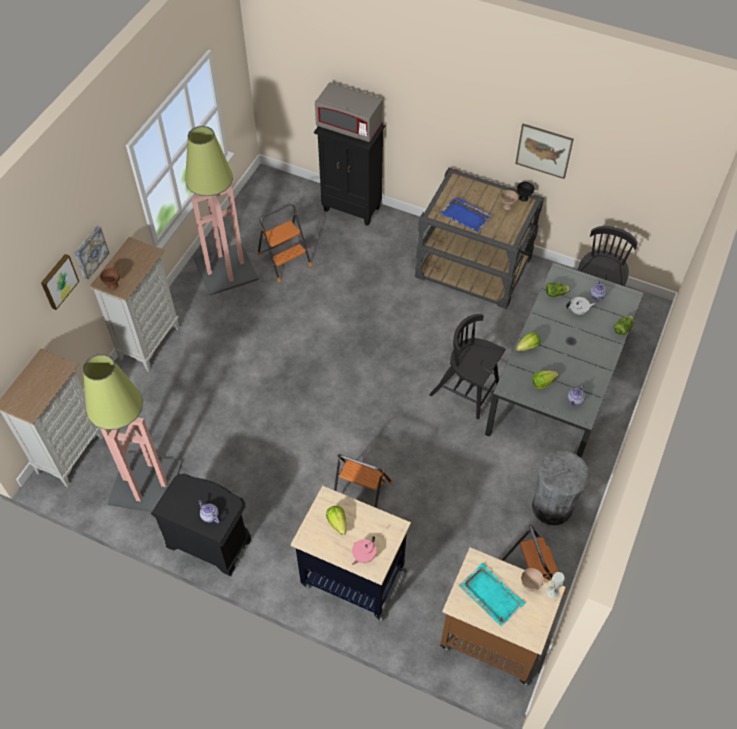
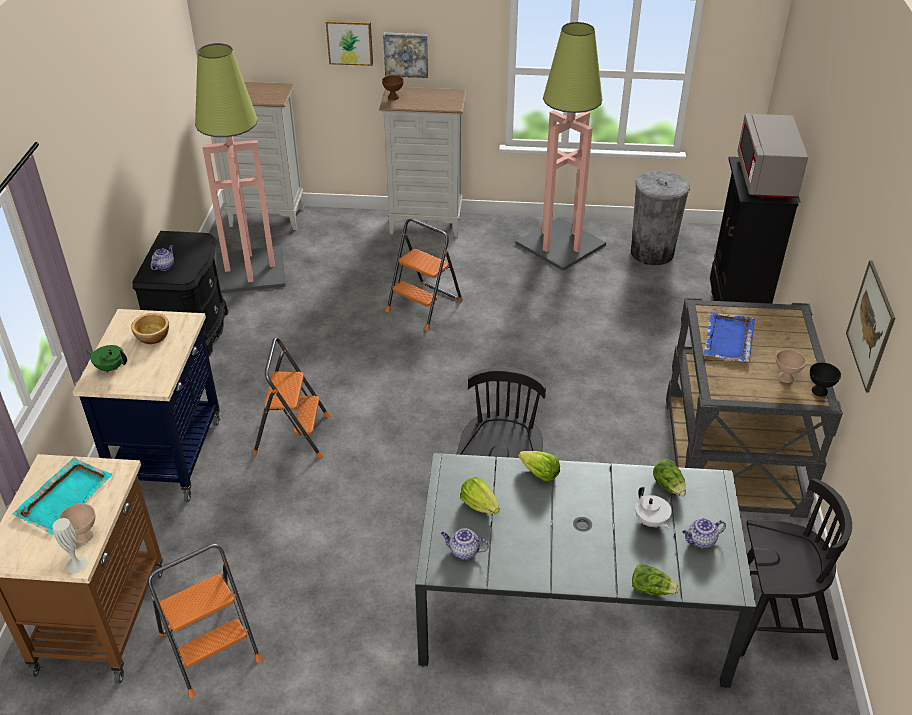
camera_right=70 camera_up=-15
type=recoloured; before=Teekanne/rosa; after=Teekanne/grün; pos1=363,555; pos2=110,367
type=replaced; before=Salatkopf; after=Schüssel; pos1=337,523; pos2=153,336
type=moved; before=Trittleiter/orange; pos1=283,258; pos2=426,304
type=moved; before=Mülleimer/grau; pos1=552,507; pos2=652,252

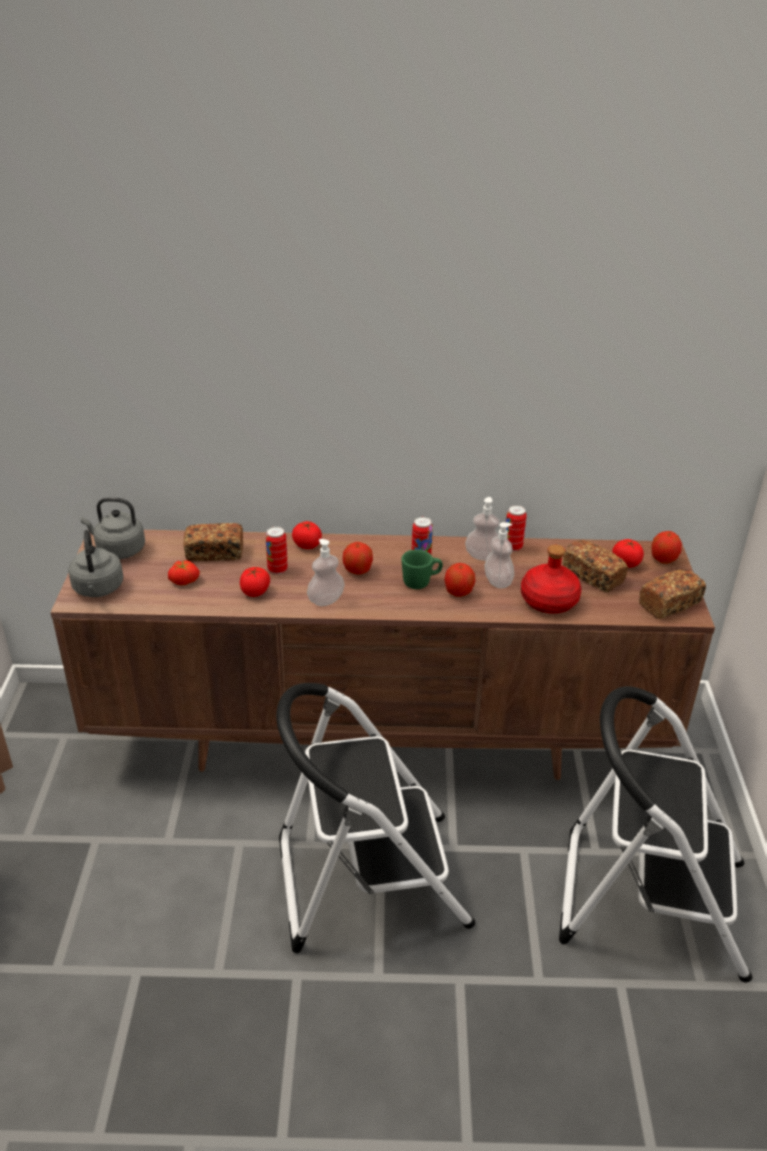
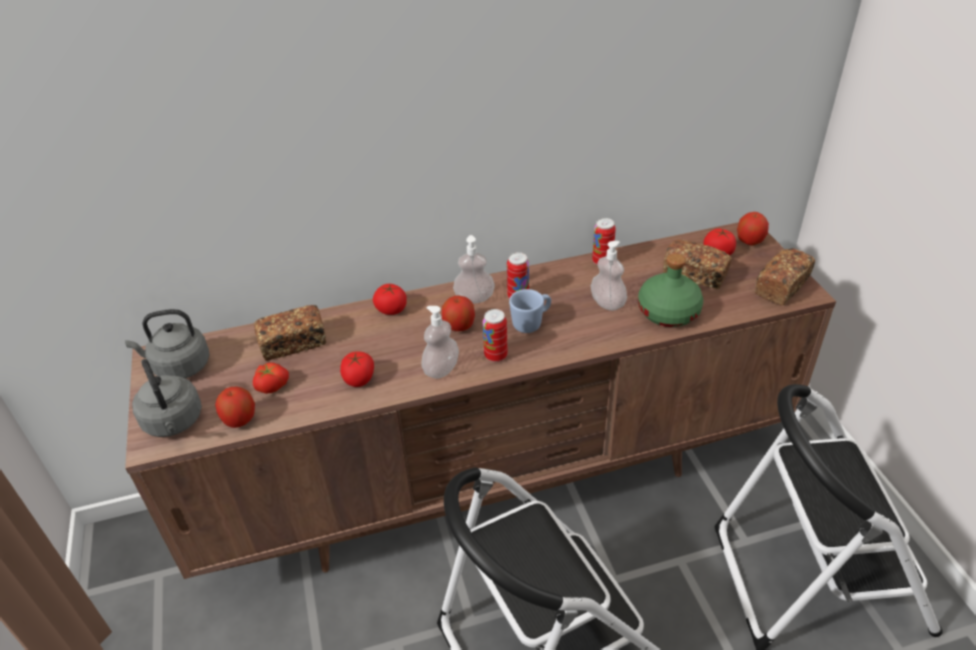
camera_right=-15 camera_up=5
type=moved; before=Apfel; pos1=458,592; pos2=240,420
type=moved; before=Seifenspender; pos1=483,556; pos2=474,298
type=moved; before=Dose; pos1=277,569; pos2=495,356
type=recoloured; before=Henkelbecher/grün; after=Henkelbecher/blau; pos1=421,582; pos2=531,323
type=recoloured; before=Flasche/rot; after=Flasche/grün; pos1=549,601; pos2=669,312

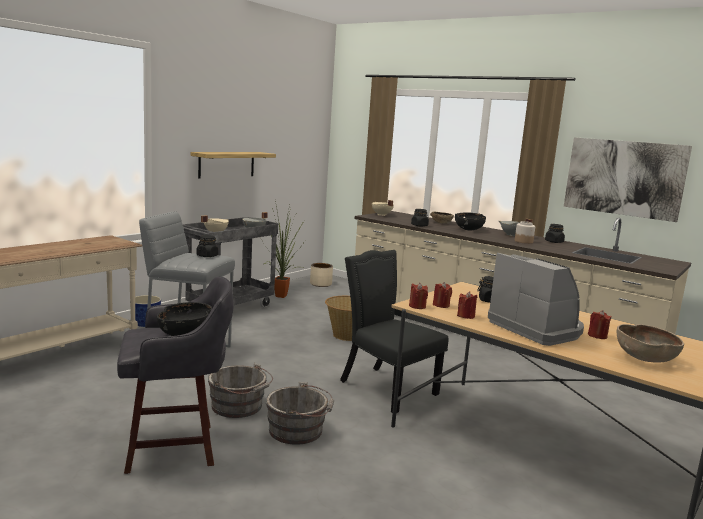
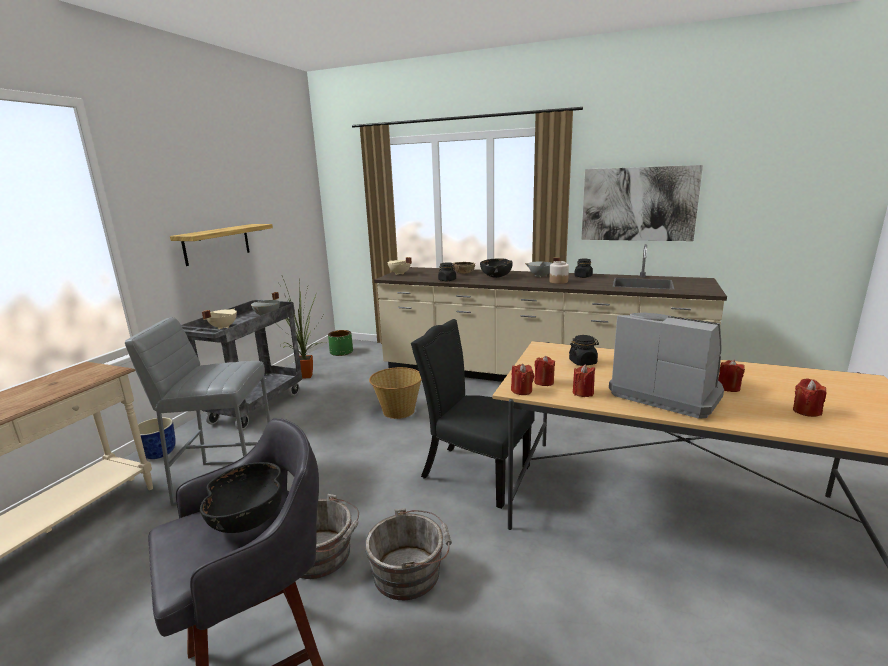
camera_right=-15 camera_up=5
type=recoloured; before=Pflanzkübel/beige; after=Pflanzkübel/grün; pos1=320,284; pos2=341,352
type=replaced; before=Schüssel/braun; after=Kerze/rot; pos1=644,359; pos2=806,411
type=removed; before=Vorratsglas/schwarz; pos1=207,256

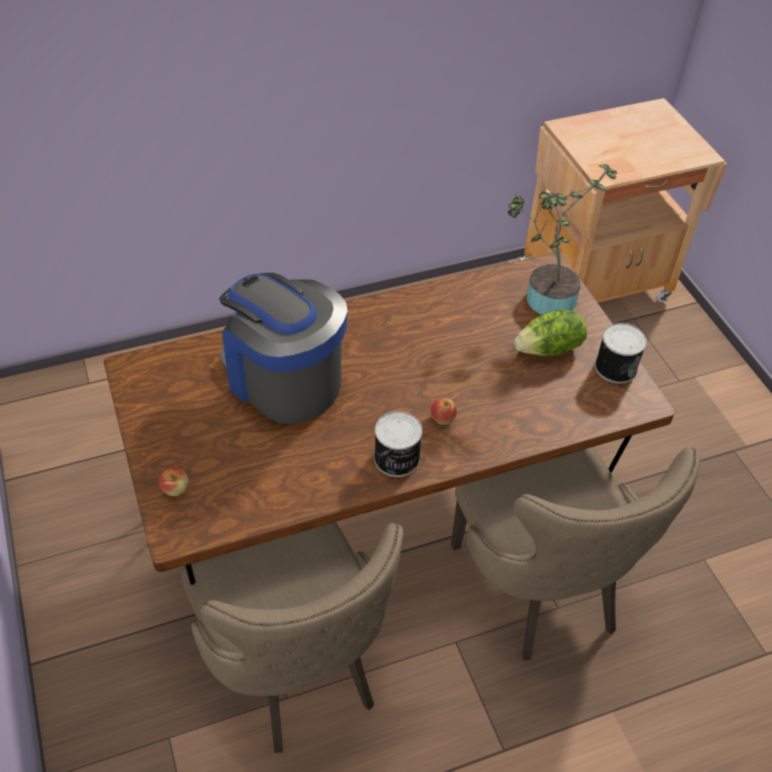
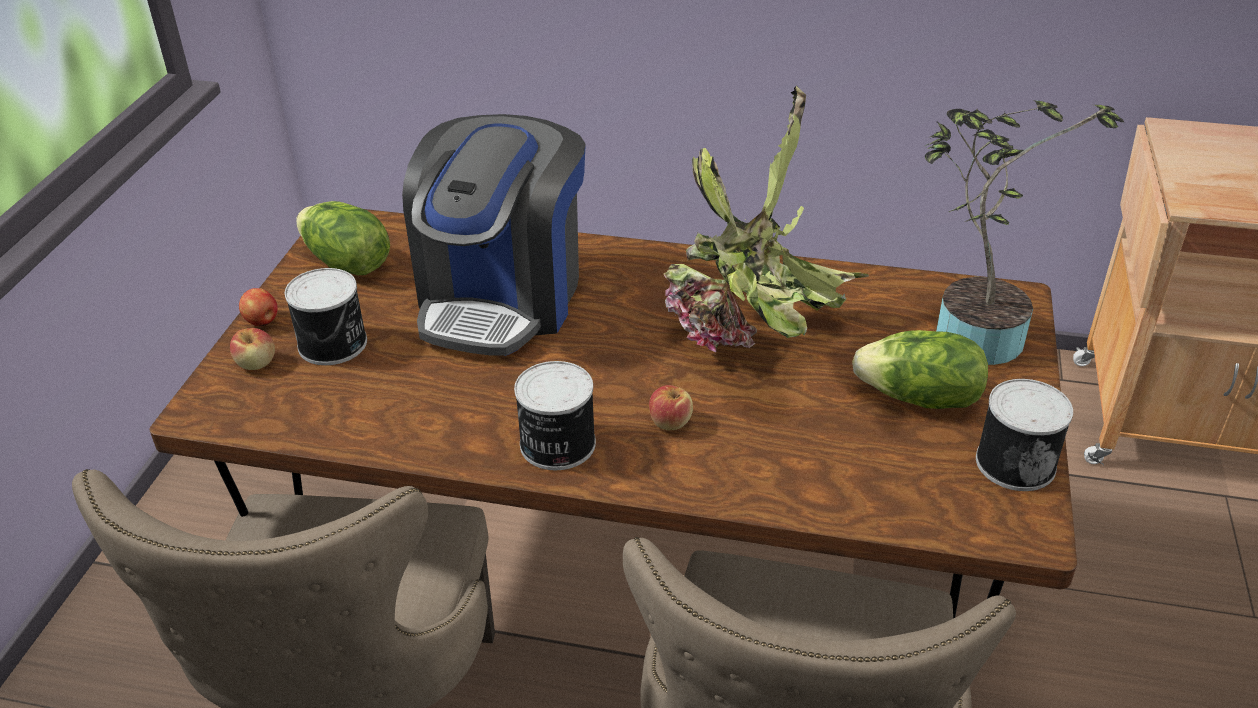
camera_right=35 camera_up=-10
type=added; after=Apfel; pos2=262,321
type=added; after=Dose; pos2=334,344
type=added; after=Salatkopf; pos2=346,264
type=turned; before=Kaffeemaschine; pos1=283,379; pos2=502,297; turn=-150
type=added; after=Topfpflanze; pos2=755,338

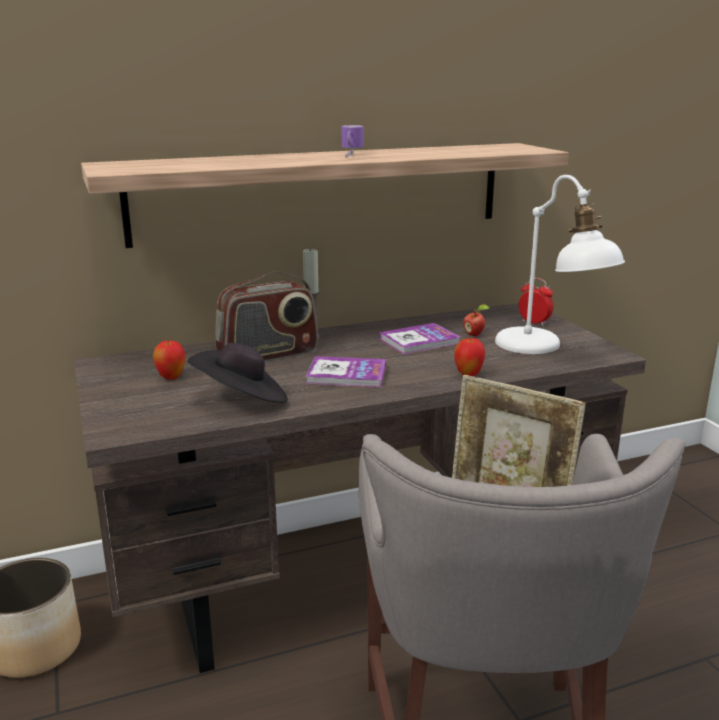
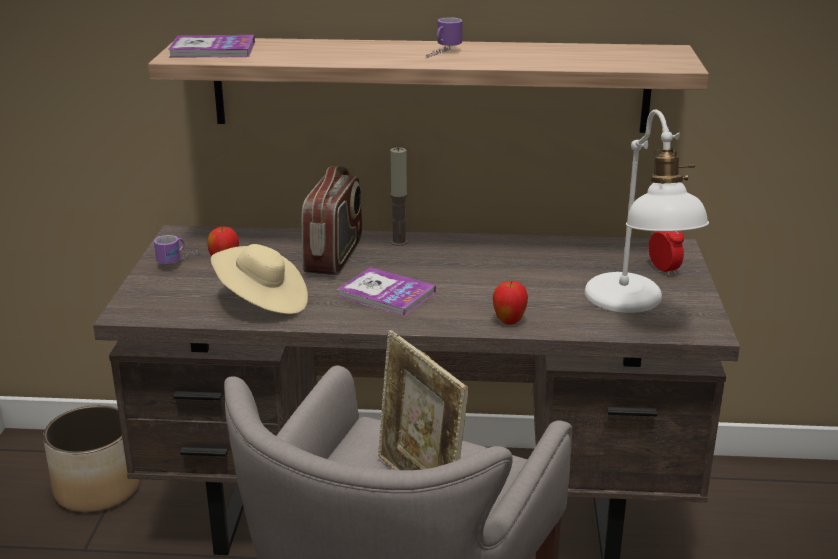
camera_right=25 camera_up=5
type=added; after=Henkelbecher; pos2=180,261
type=moved; before=Buch; pos1=419,341; pos2=212,50
type=recoloured; before=Hut/schwarz; after=Hut/beige; pos1=241,400; pos2=262,302
type=turned; before=Radio; pos1=268,355; pos2=335,256; turn=-75
type=removed; before=Apfel; pos1=475,335

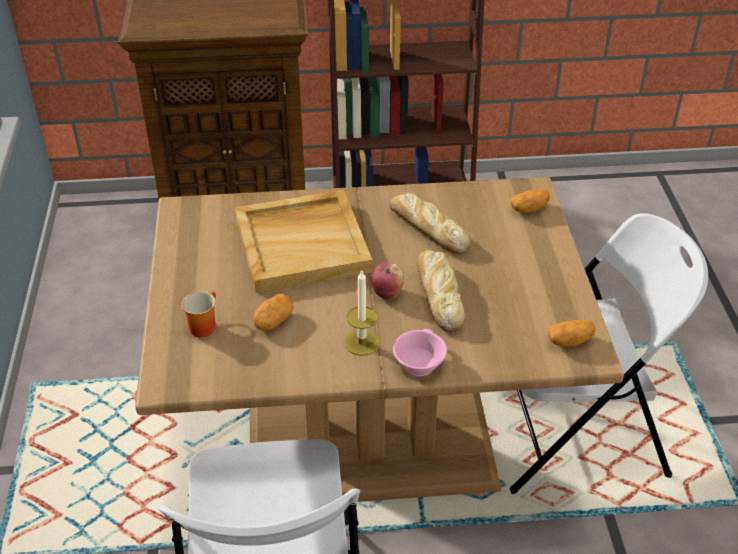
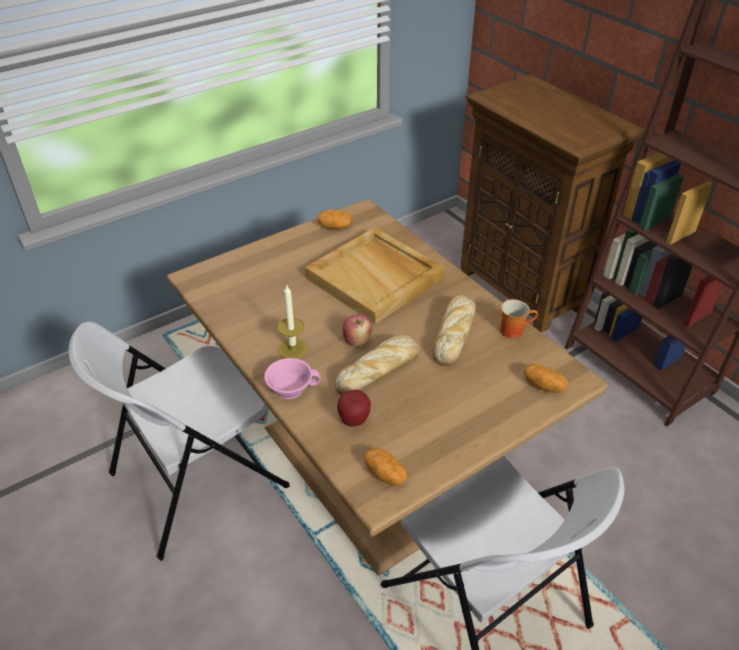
camera_right=60 camera_up=0
type=moved; before=Kartoffel; pos1=273,321; pos2=335,227
type=added; after=Apfel; pos2=354,421
type=moved; before=Henkelbecher; pos1=202,325; pos2=513,329

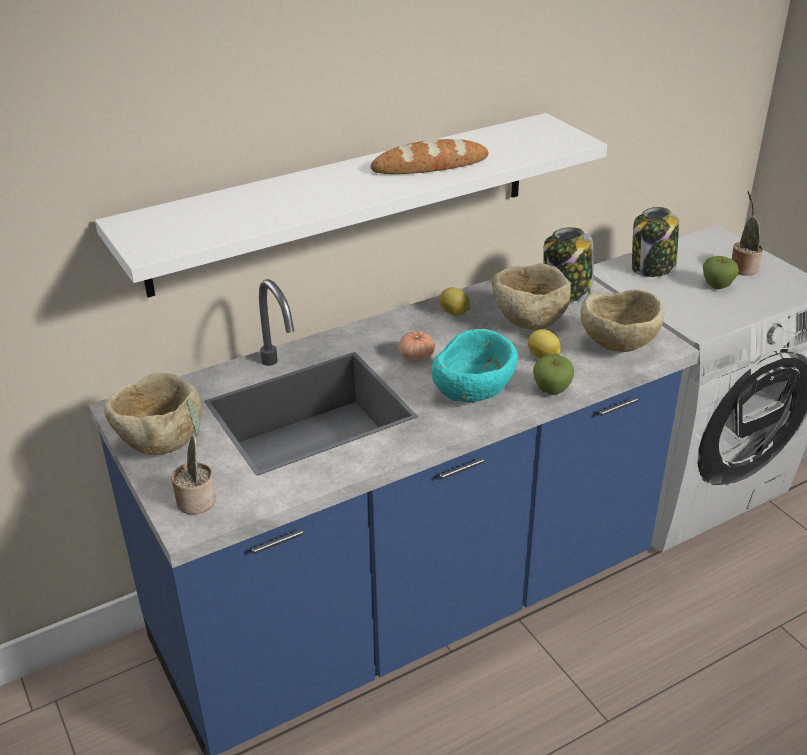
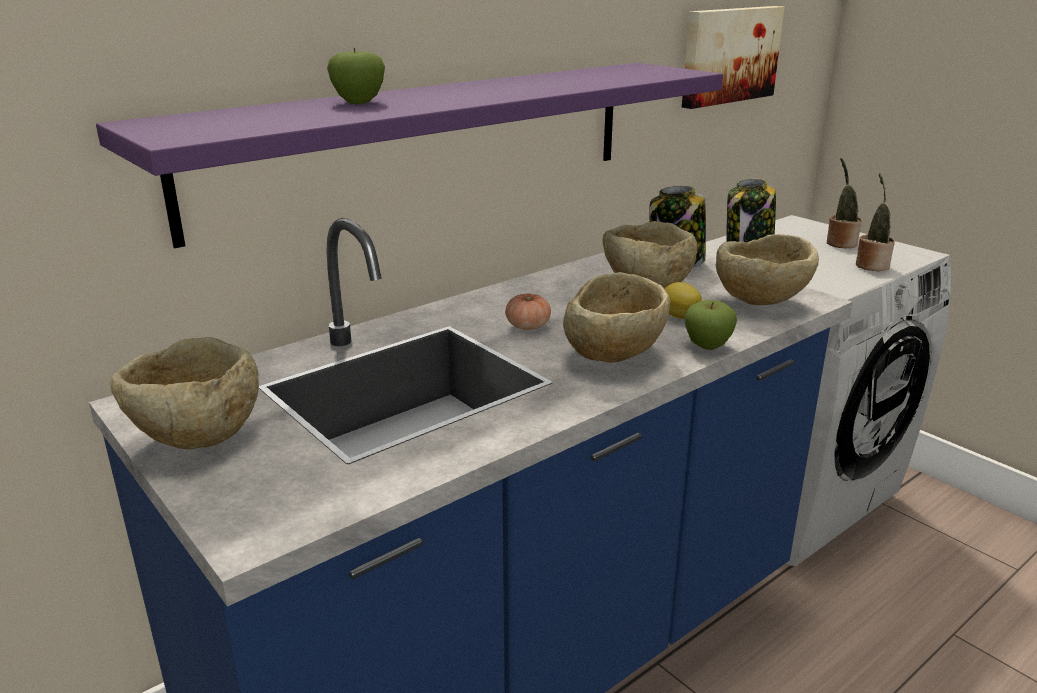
camera_right=-10 camera_up=-10
type=recoloured; before=Wandregal/weiß; after=Wandregal/lila; pos1=345,202; pos2=426,142
type=moved; before=Apfel; pos1=717,286; pos2=359,102
type=recoloured; before=Schüssel/türkis; after=Schüssel/beige; pos1=473,396; pos2=614,357
type=added; after=Bild; pos2=728,55
type=moved; before=Topfpflanze; pos1=197,499; pos2=871,265
type=removed; before=Brot; pos1=430,165
type=removed; before=Zitrone; pos1=454,313

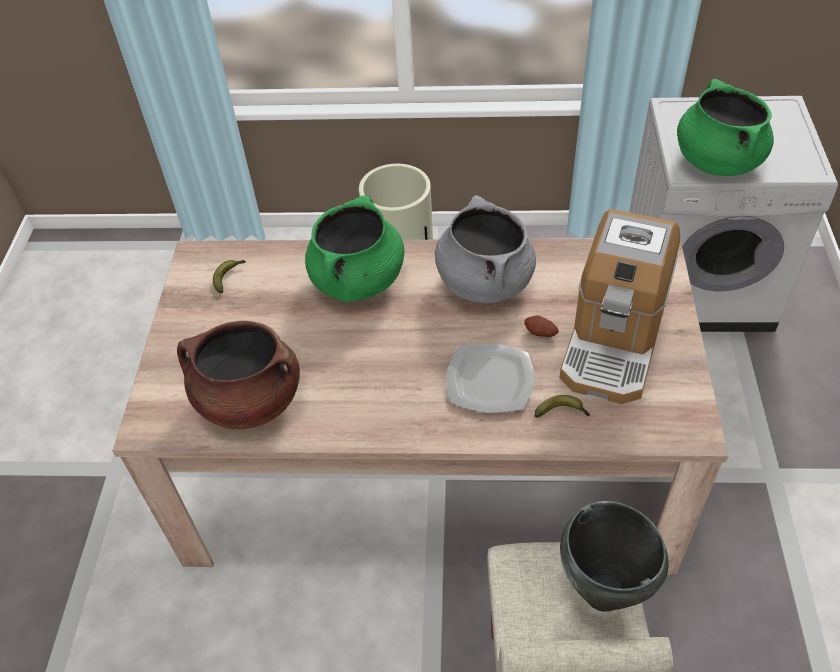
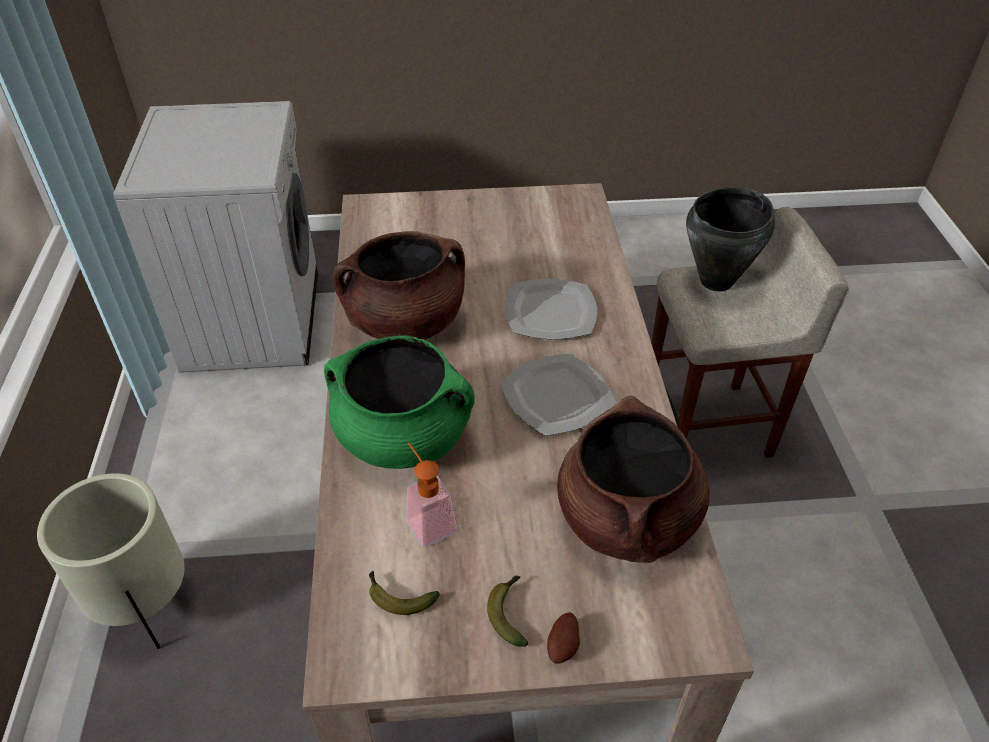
camera_right=-100 camera_up=-5
type=recoloured; before=Kochtopf/grau; after=Kochtopf/braun; pos1=484,281; pos2=406,323
type=added; after=Seifenspender; pos2=427,520
type=moved; before=Banane; pos1=562,412; pos2=509,612
type=added; after=Teller; pos2=557,396
type=moved; before=Kartoffel; pos1=540,333; pos2=563,646
type=removed; before=Kaffeemaschine; pos1=613,342
type=removed; before=Kochtopf/grün; pos1=717,161

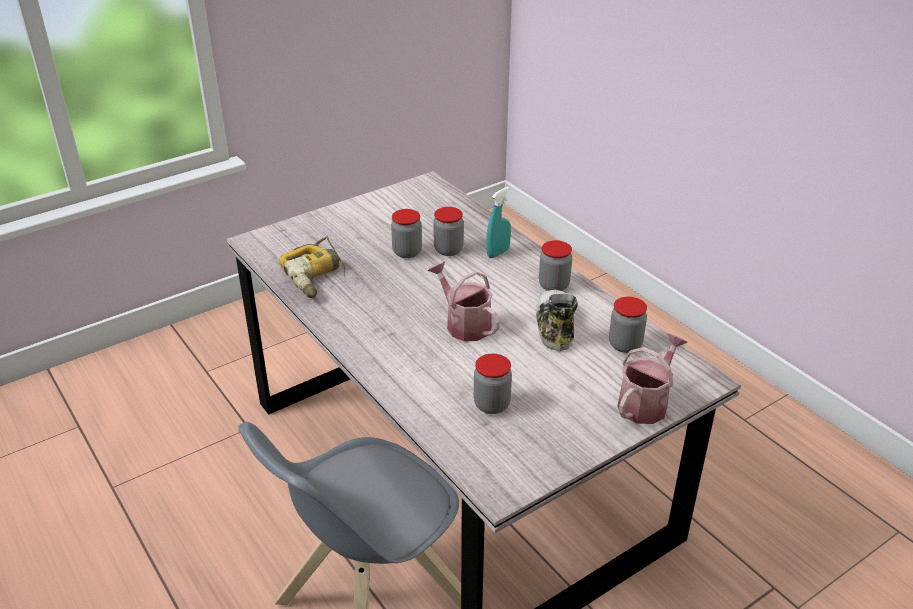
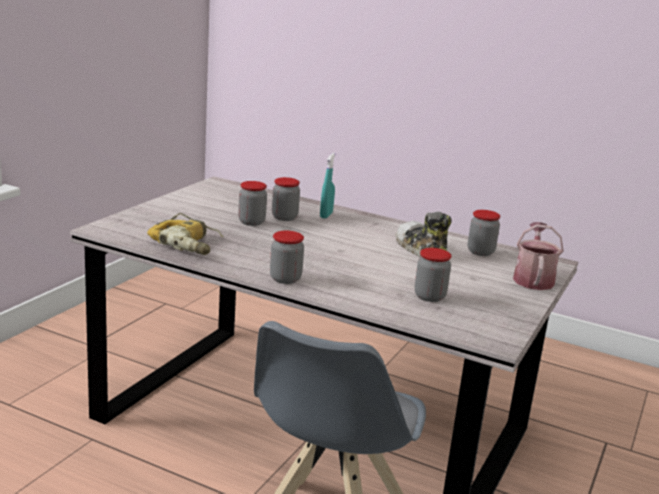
camera_right=-30 camera_up=-15
type=moved; before=Vorratsglas; pos1=554,285; pos2=285,279
type=removed; before=Gießkanne; pos1=464,324

